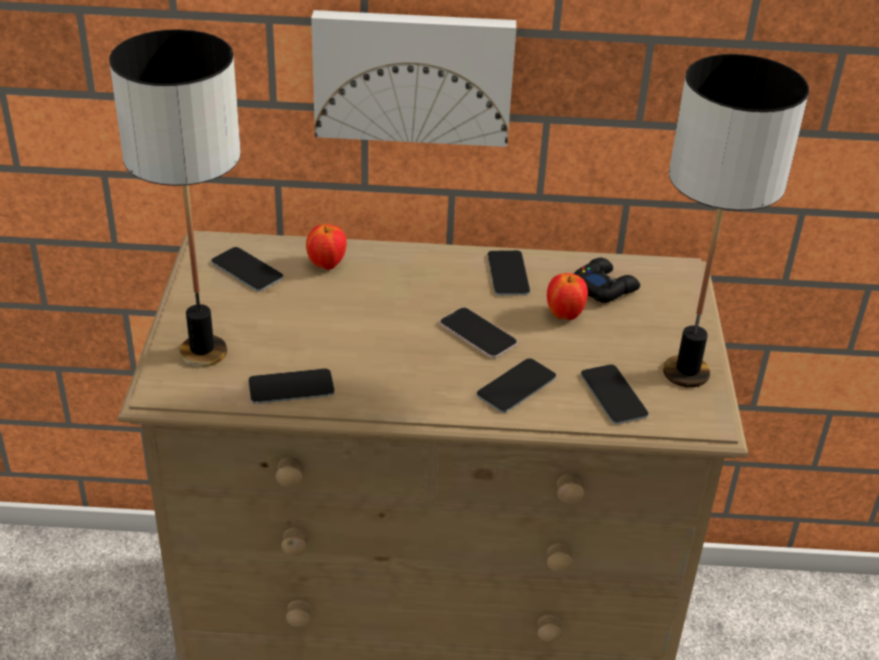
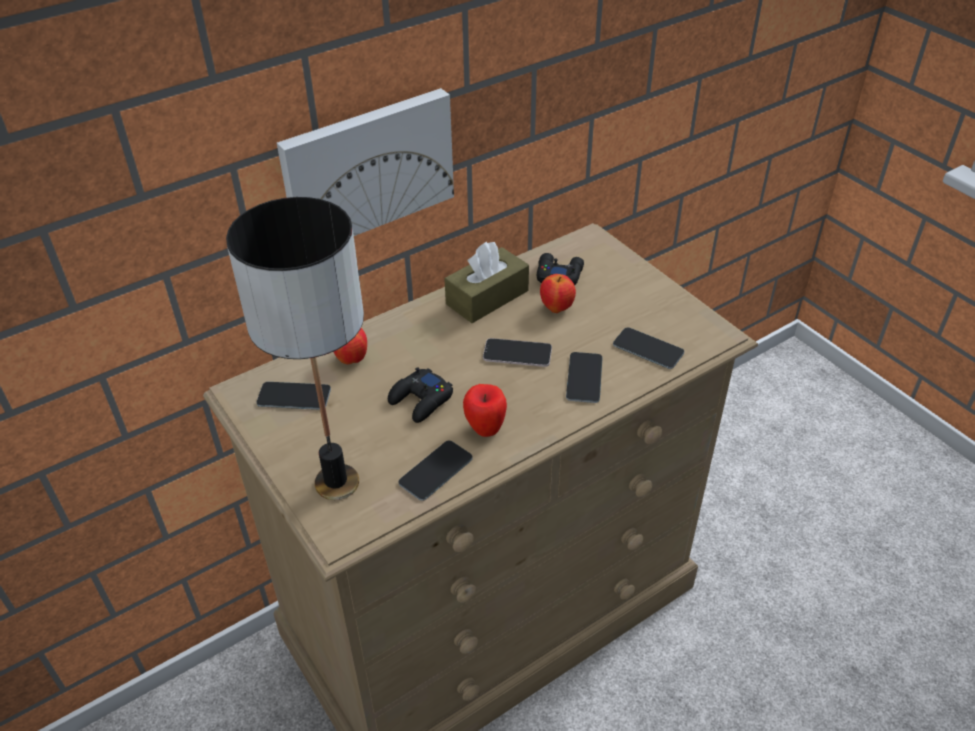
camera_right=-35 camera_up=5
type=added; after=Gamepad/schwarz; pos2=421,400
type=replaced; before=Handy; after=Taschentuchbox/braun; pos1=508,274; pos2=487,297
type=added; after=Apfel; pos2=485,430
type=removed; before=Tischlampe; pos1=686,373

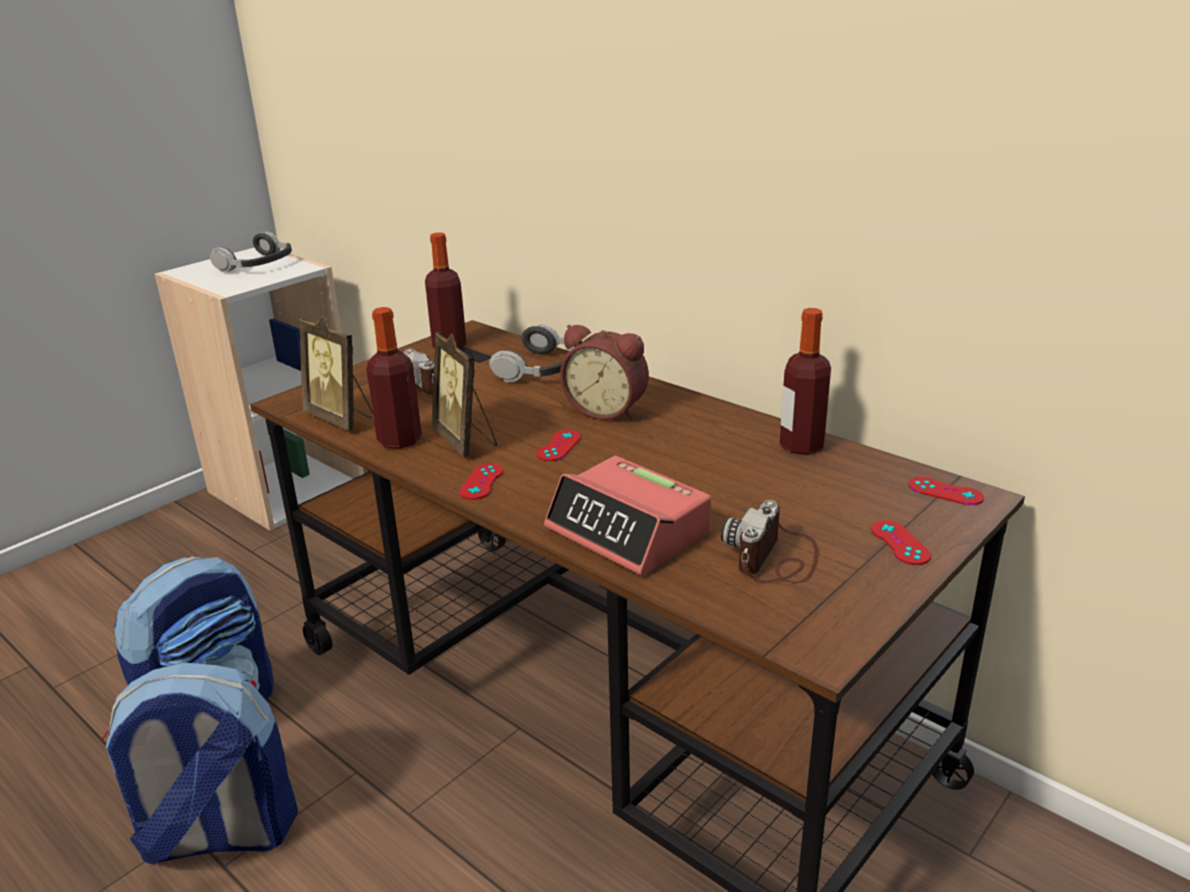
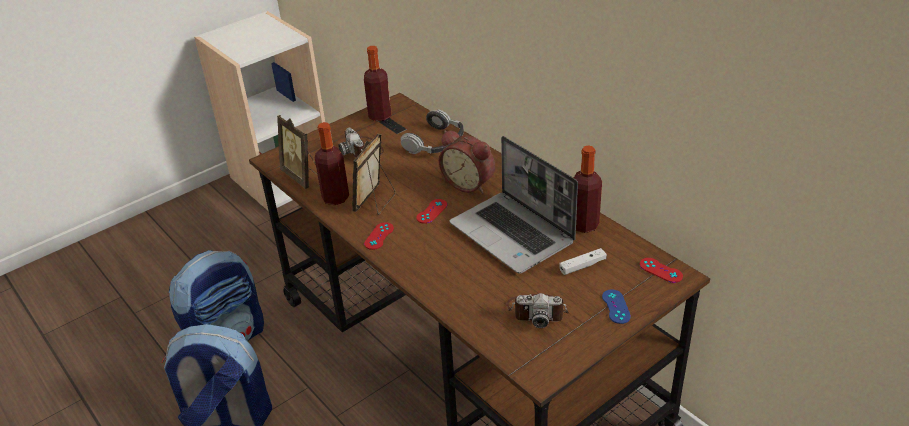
camera_right=10 camera_up=10
type=turned; before=Bilderrahmen; pos1=466,440; pos2=376,202; turn=45
type=added; after=Laptop; pos2=513,234
type=turned; before=Kamera; pos1=775,559; pos2=537,311; turn=-120
type=added; after=Gamepad/weiß; pos2=582,266
type=recoloured; before=Gamepad/rot; after=Gamepad/blau; pos1=900,543; pos2=616,306
type=removed; before=Kopfhörer; pos1=257,264
type=removed; before=Wecker; pos1=628,531

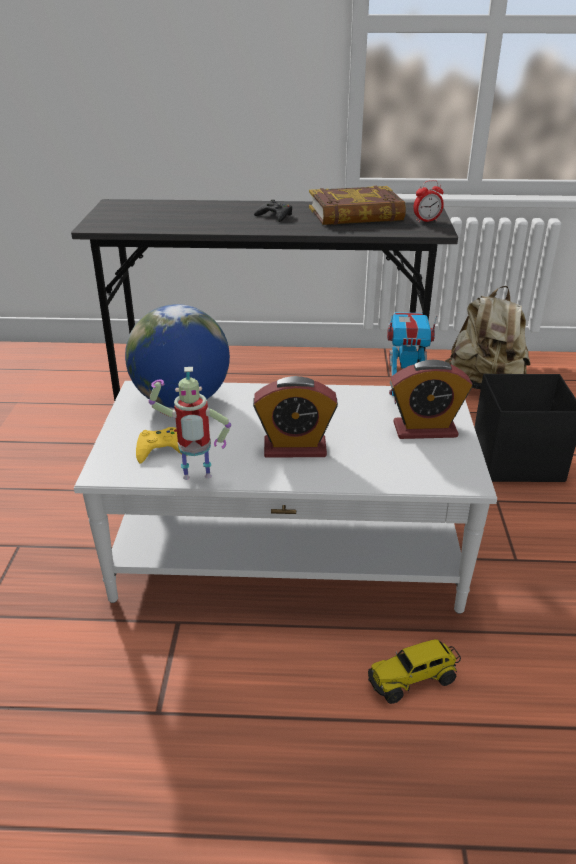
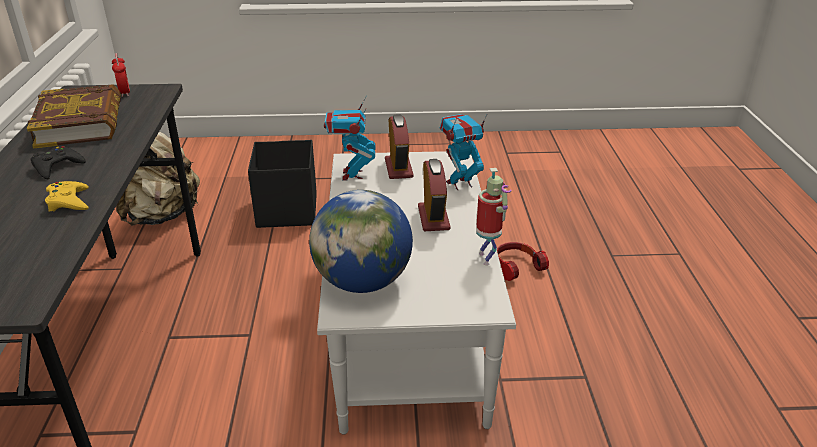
camera_right=-95 camera_up=0
type=moved; before=Gamepad/gelb; pos1=161,450; pos2=69,201
type=added; after=Spielzeugroboter; pos2=460,184
type=replaced; before=Spielzeuglaster; after=Kopfhörer; pos1=413,679; pos2=516,266

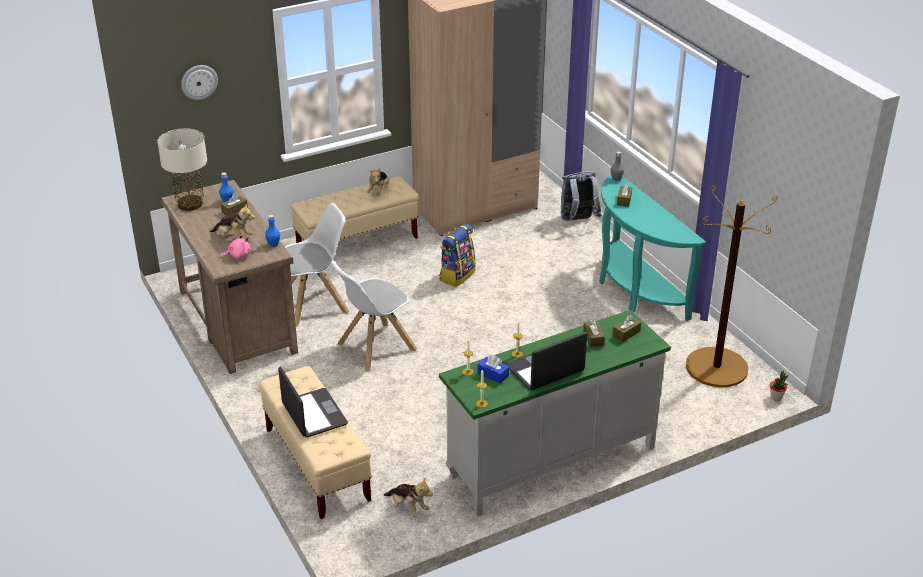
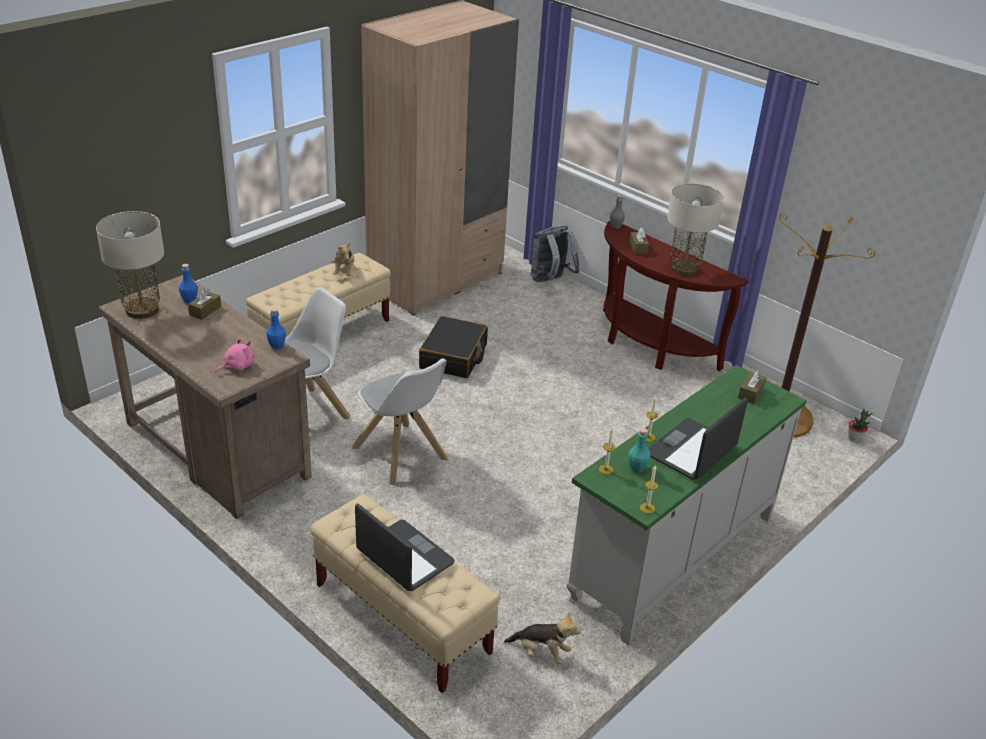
camera_right=-20 camera_up=0
type=turned; before=Stuhl; pos1=374,347; pos2=401,455; turn=-75
type=replaced; before=Rucksack; after=Koffer/schwarz; pos1=457,275; pos2=454,357
type=recoloured; before=Konsolentisch/türkis; after=Konsolentisch/braun; pos1=635,289; pos2=649,345
type=replaced; before=Taschentuchbox/blau; after=Flasche/türkis; pos1=493,374; pos2=637,468
type=added; after=Tischlampe; pos2=684,269
type=removed; before=Wanduhr; pos1=199,82
type=removed; before=Plüschtier; pos1=233,237
type=removed; before=Taschentuchbox/braun; pos1=593,338

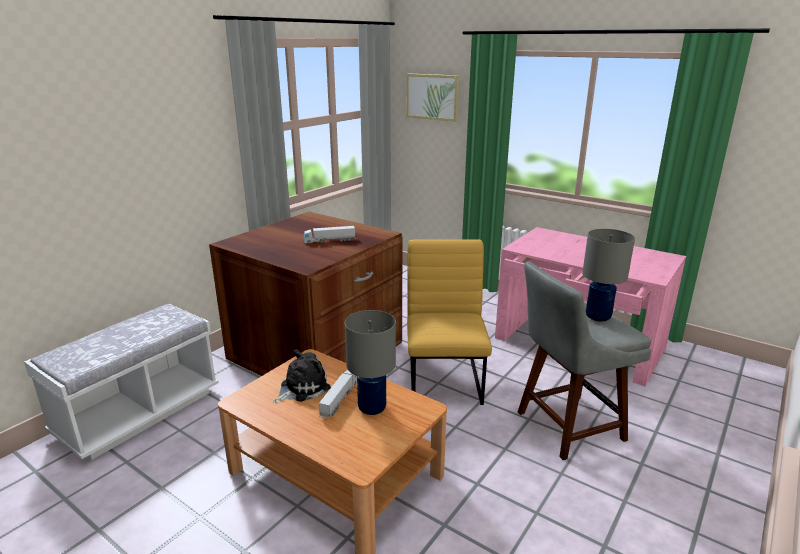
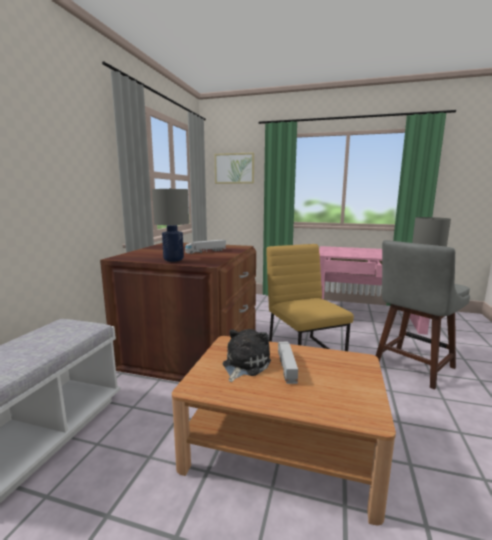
camera_right=-20 camera_up=-10
type=moved; before=Tischlampe/grau; pos1=372,409; pos2=174,261

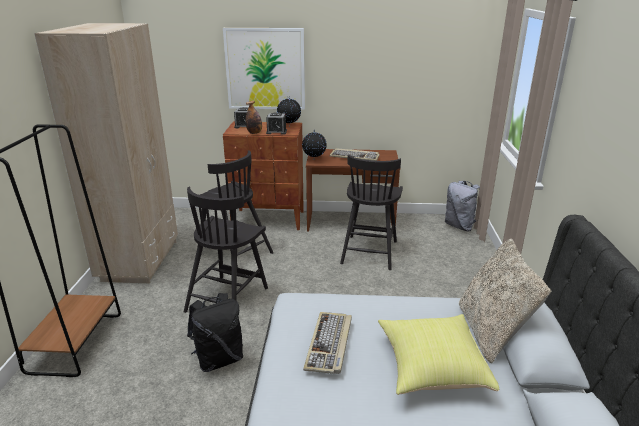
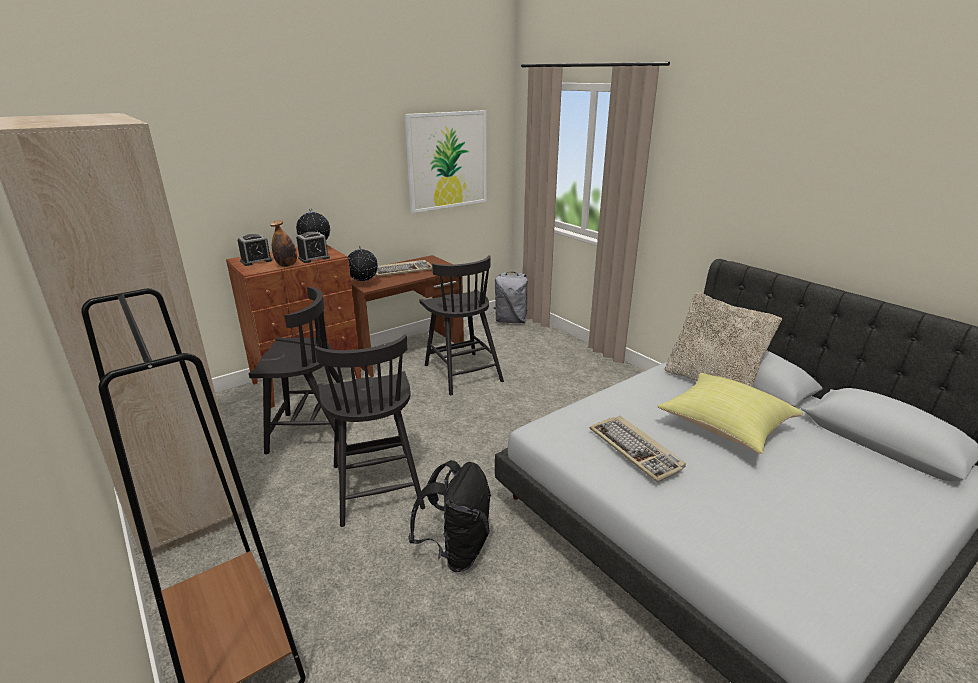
camera_right=-40 camera_up=0
type=moved; before=Bild; pos1=265,69; pos2=447,160

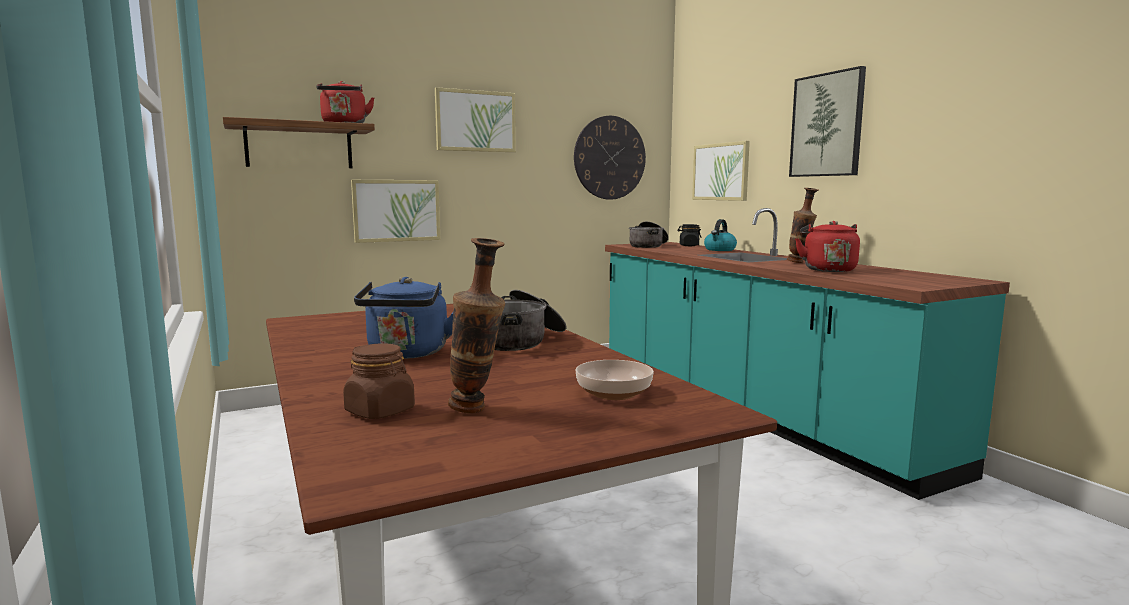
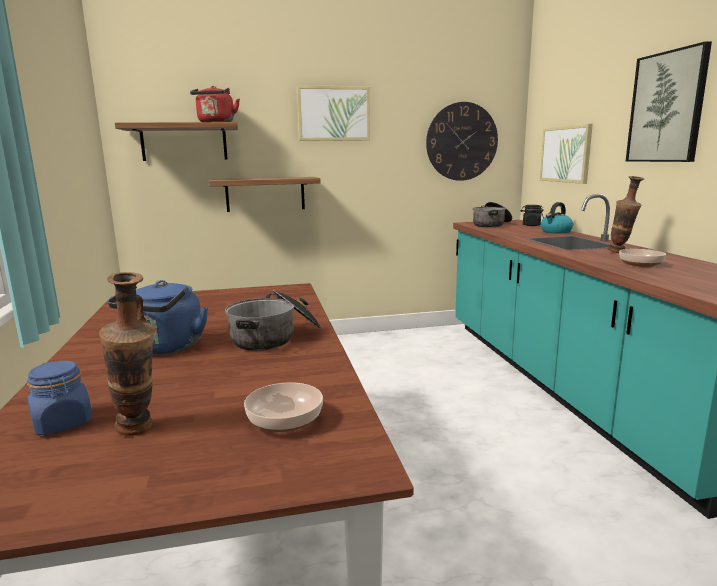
camera_right=15 camera_up=5
type=recoloured; before=Vorratsglas/braun; after=Vorratsglas/blau; pos1=380,411; pos2=63,423
type=replaced; before=Bild; after=Wandregal; pos1=396,210; pos2=265,194
type=replaced; before=Wasserkessel/rot; after=Schüssel; pos1=827,269; pos2=641,265

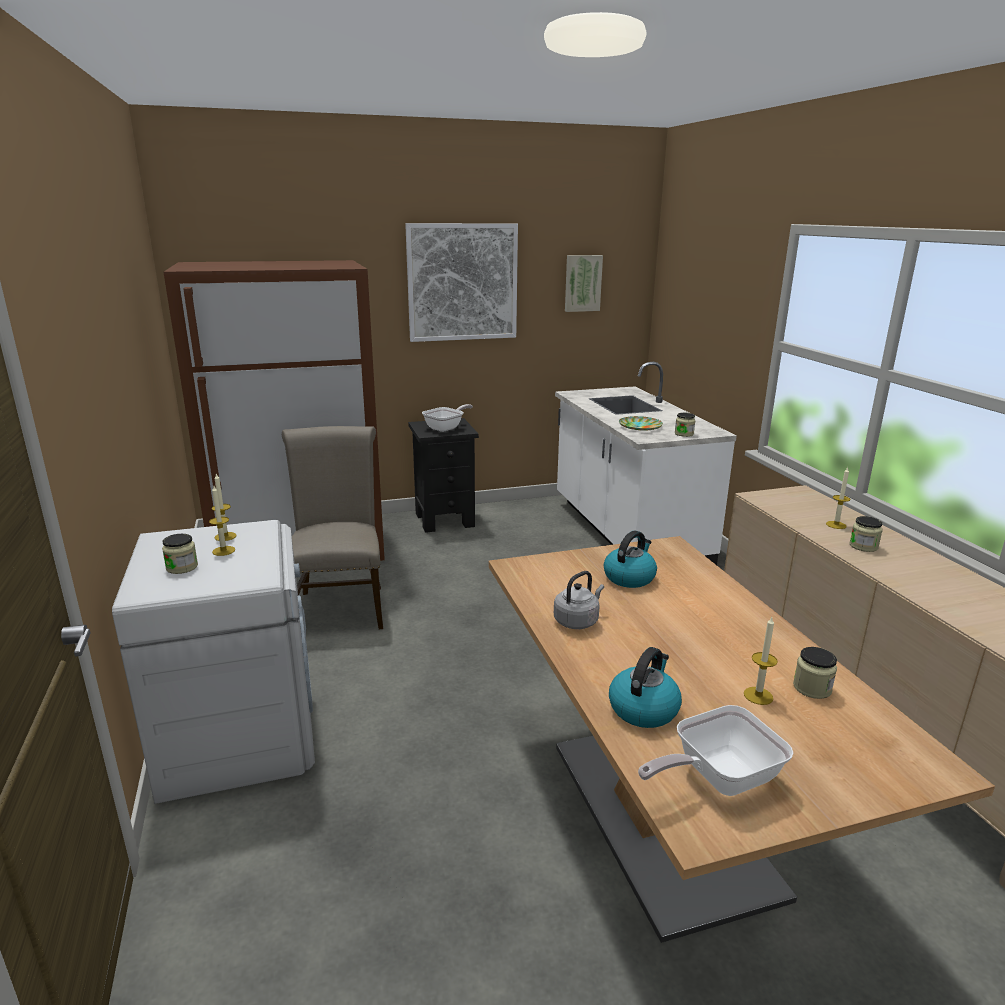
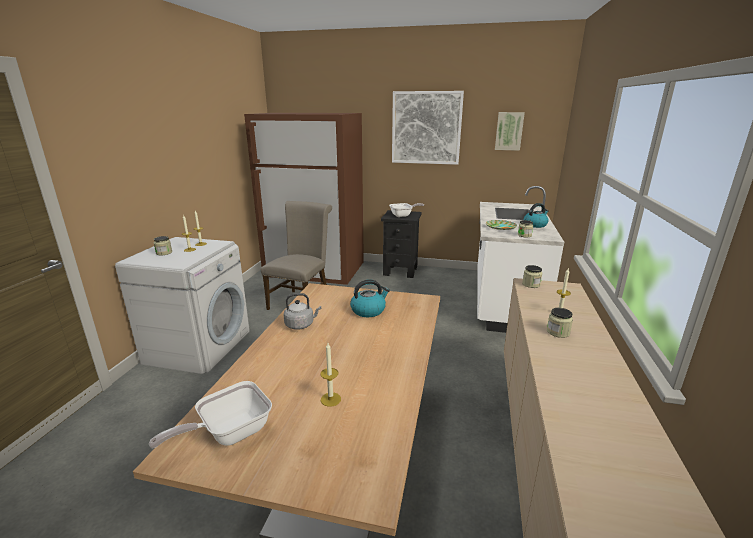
camera_right=30 camera_up=0
type=turned; before=Pfanne; pos1=717,778; pos2=229,433; turn=-45
type=moved; before=Vorratsglas; pos1=812,688; pos2=531,284
type=moved; before=Wasserkessel; pos1=643,708; pos2=535,225

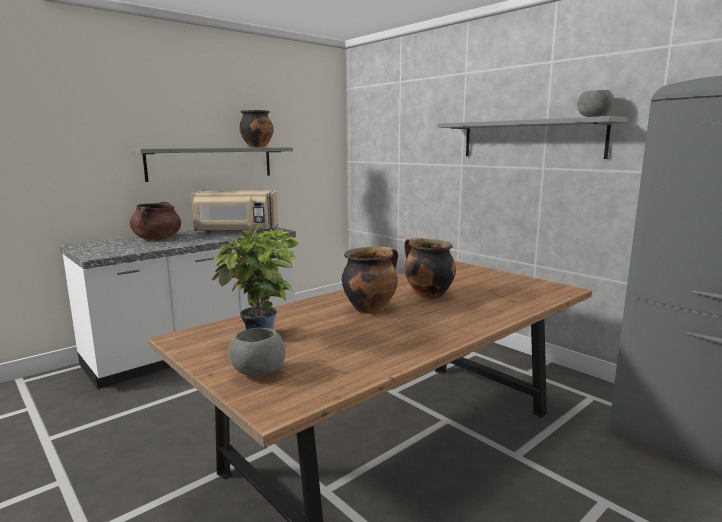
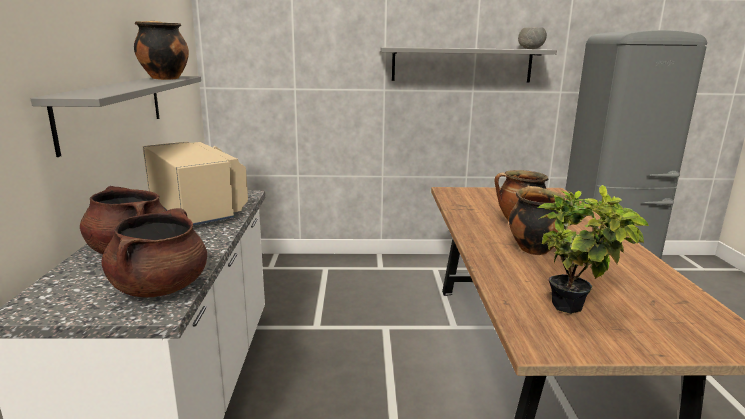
camera_right=-50 camera_up=5
type=added; after=Kochtopf/braun; pos2=160,288
type=turned; before=Mikrowelle/beige; pos1=236,231; pos2=198,208; turn=-75
type=removed; before=Schüssel/grau; pos1=258,373

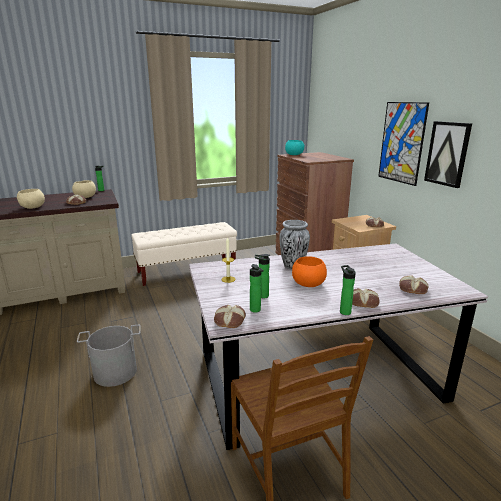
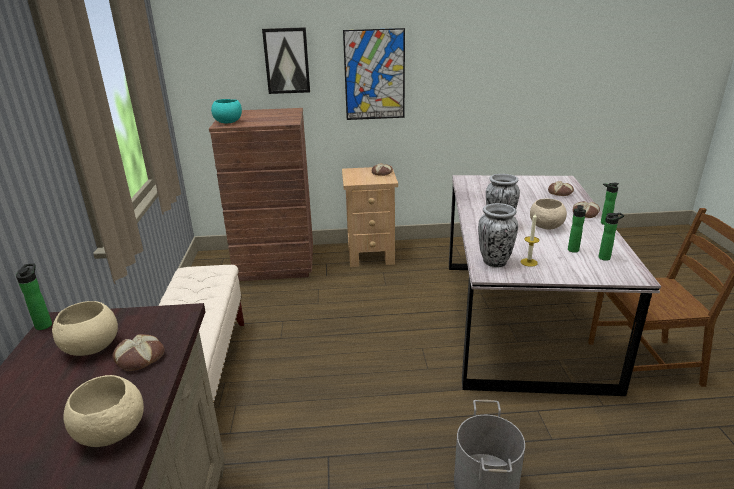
camera_right=-70 camera_up=5
type=moved; before=Bild; pos1=447,154; pos2=287,61
type=added; after=Vase; pos2=494,262
type=recoloured; before=Schüssel/orange; after=Schüssel/beige; pos1=308,283; pos2=545,226
type=removed; before=Brot; pos1=229,320

